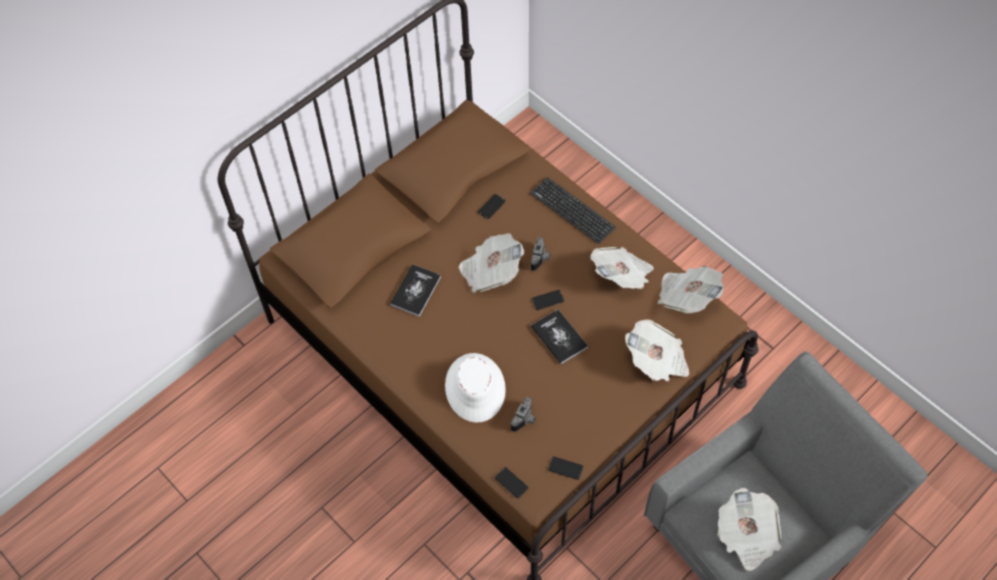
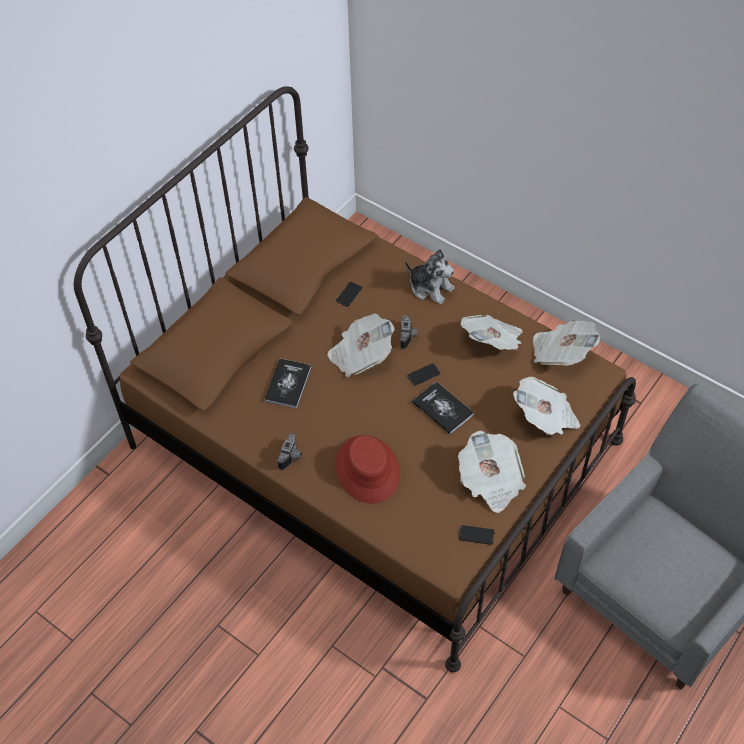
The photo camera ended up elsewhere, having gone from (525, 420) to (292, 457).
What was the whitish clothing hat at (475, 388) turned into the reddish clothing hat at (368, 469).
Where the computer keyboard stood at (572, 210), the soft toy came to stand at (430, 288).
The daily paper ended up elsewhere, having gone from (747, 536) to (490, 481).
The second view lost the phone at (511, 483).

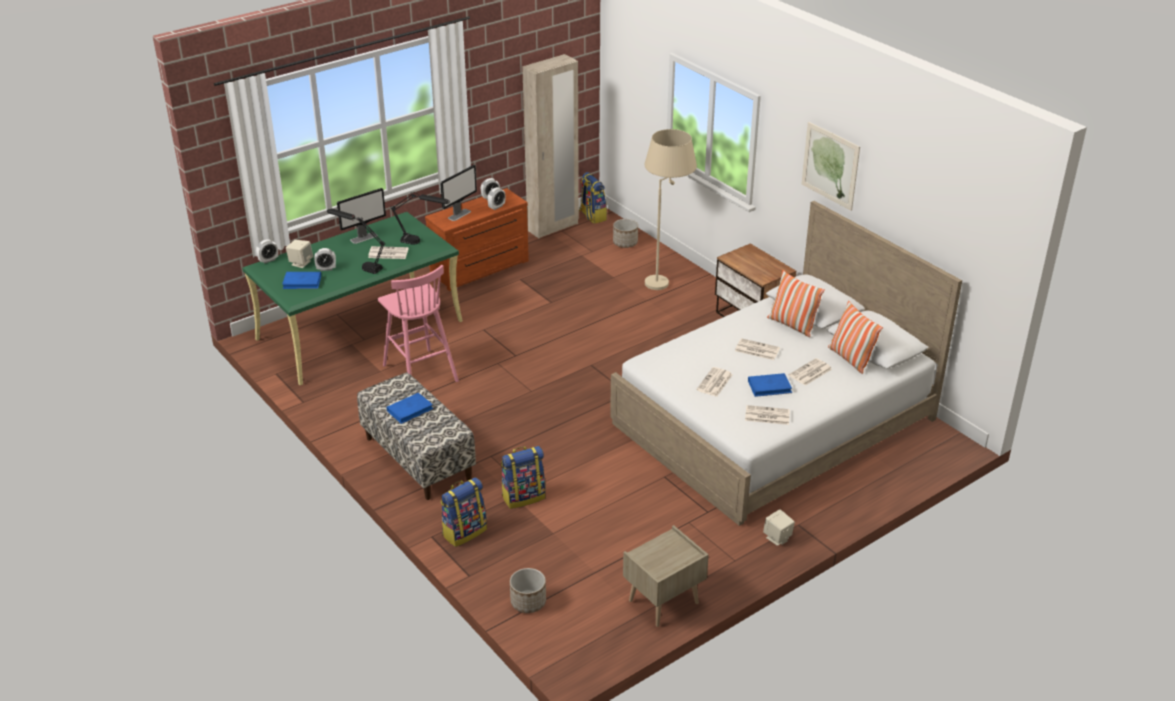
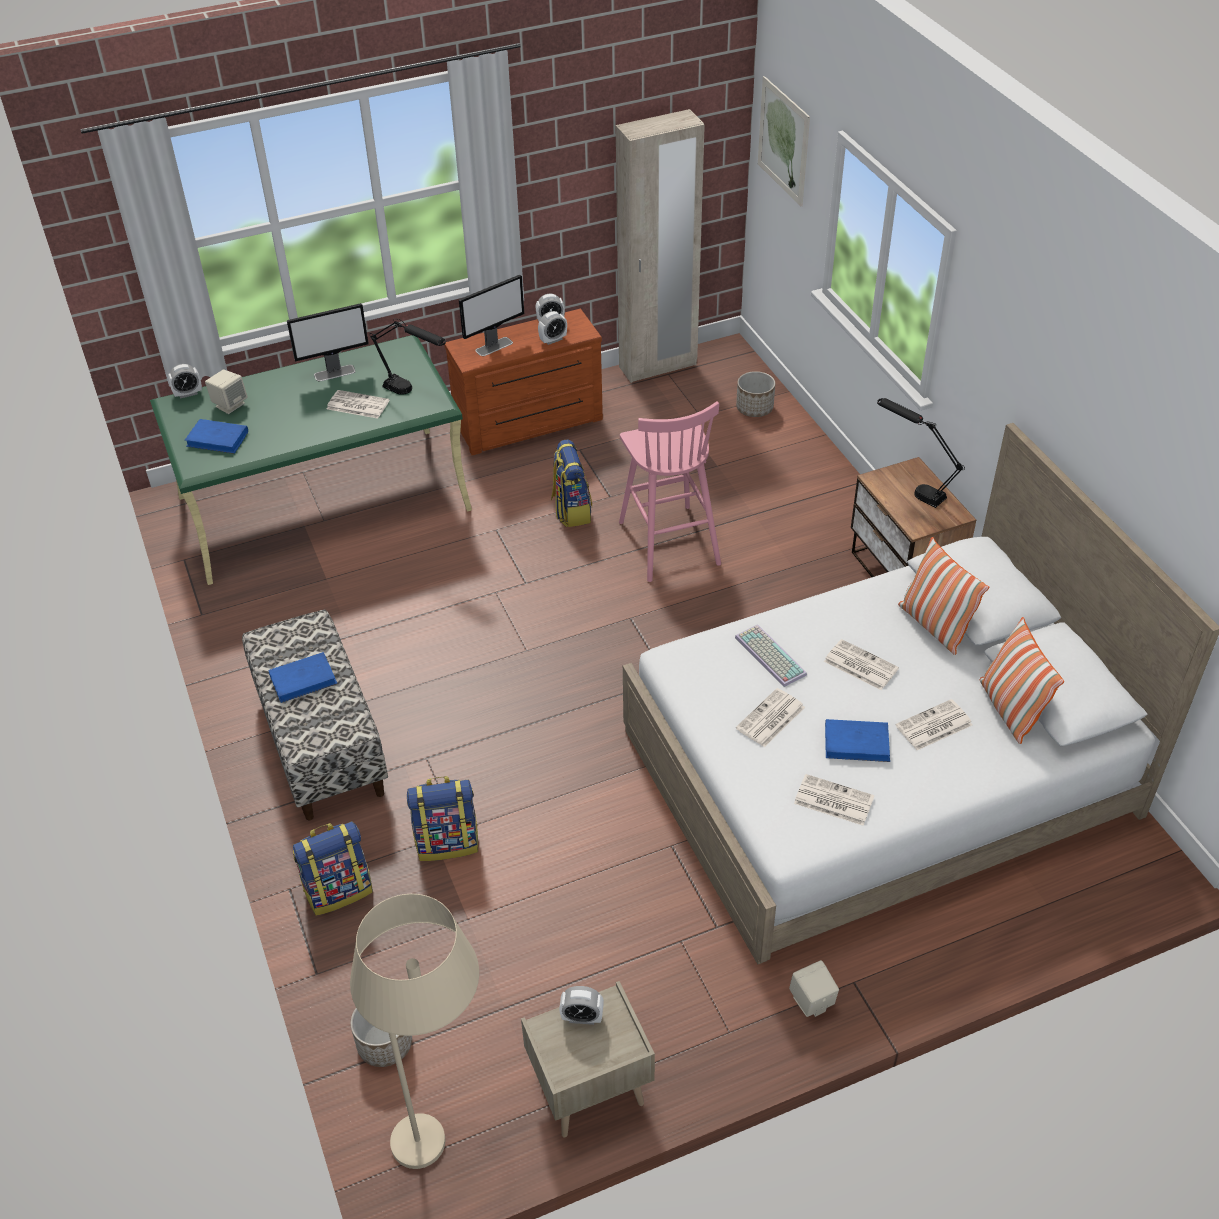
The beige floor lamp ended up elsewhere, having gone from (665, 278) to (445, 1127).
The backpack ended up elsewhere, having gone from (592, 216) to (571, 510).
The table clock ended up elsewhere, having gone from (326, 269) to (582, 1018).
The pinkish stool seat ended up elsewhere, having gone from (419, 372) to (668, 542).
The second view gained the computer keyboard at (768, 656).
The wall art ended up elsewhere, having gone from (830, 165) to (783, 141).
The blackish lamp for a table ended up elsewhere, having gone from (360, 265) to (911, 488).

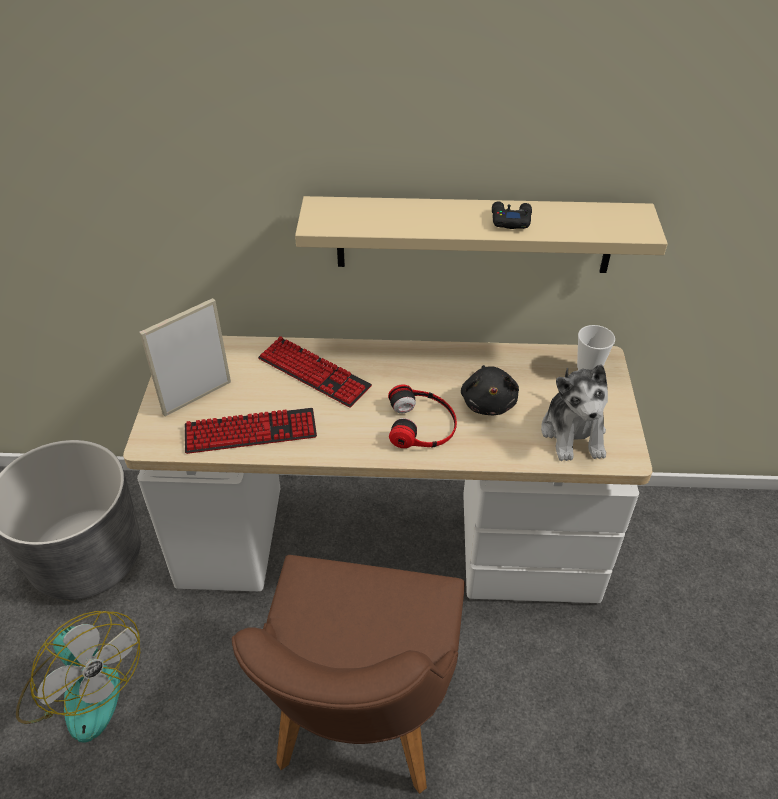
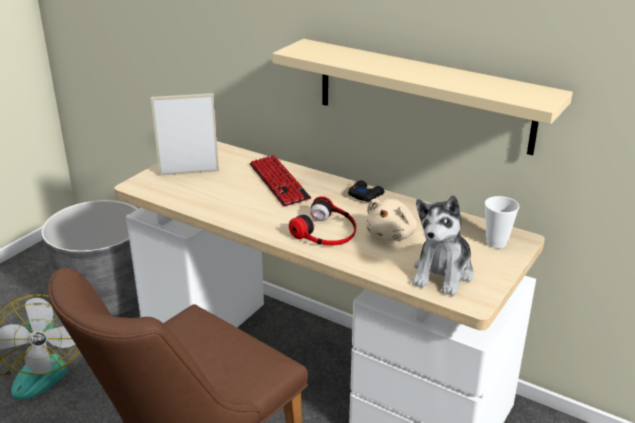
The blackish game controller ended up elsewhere, having gone from (510, 220) to (365, 195).
What was the blackish soft toy at (488, 402) turned into the beige soft toy at (391, 235).
The second view lost the computer keyboard at (251, 432).

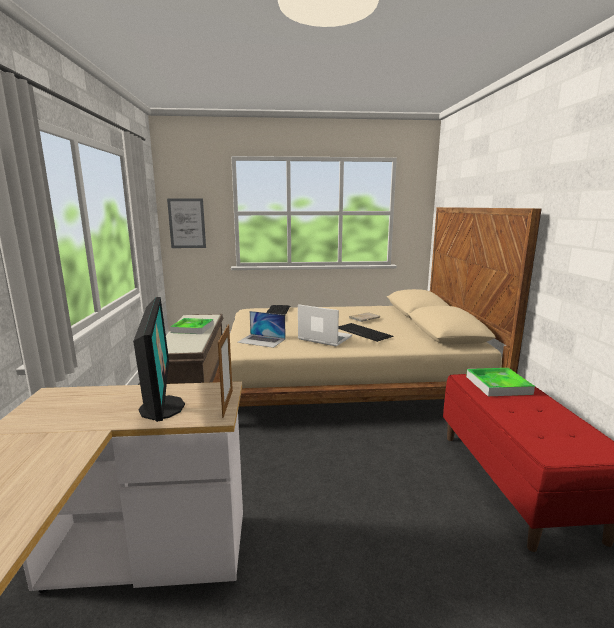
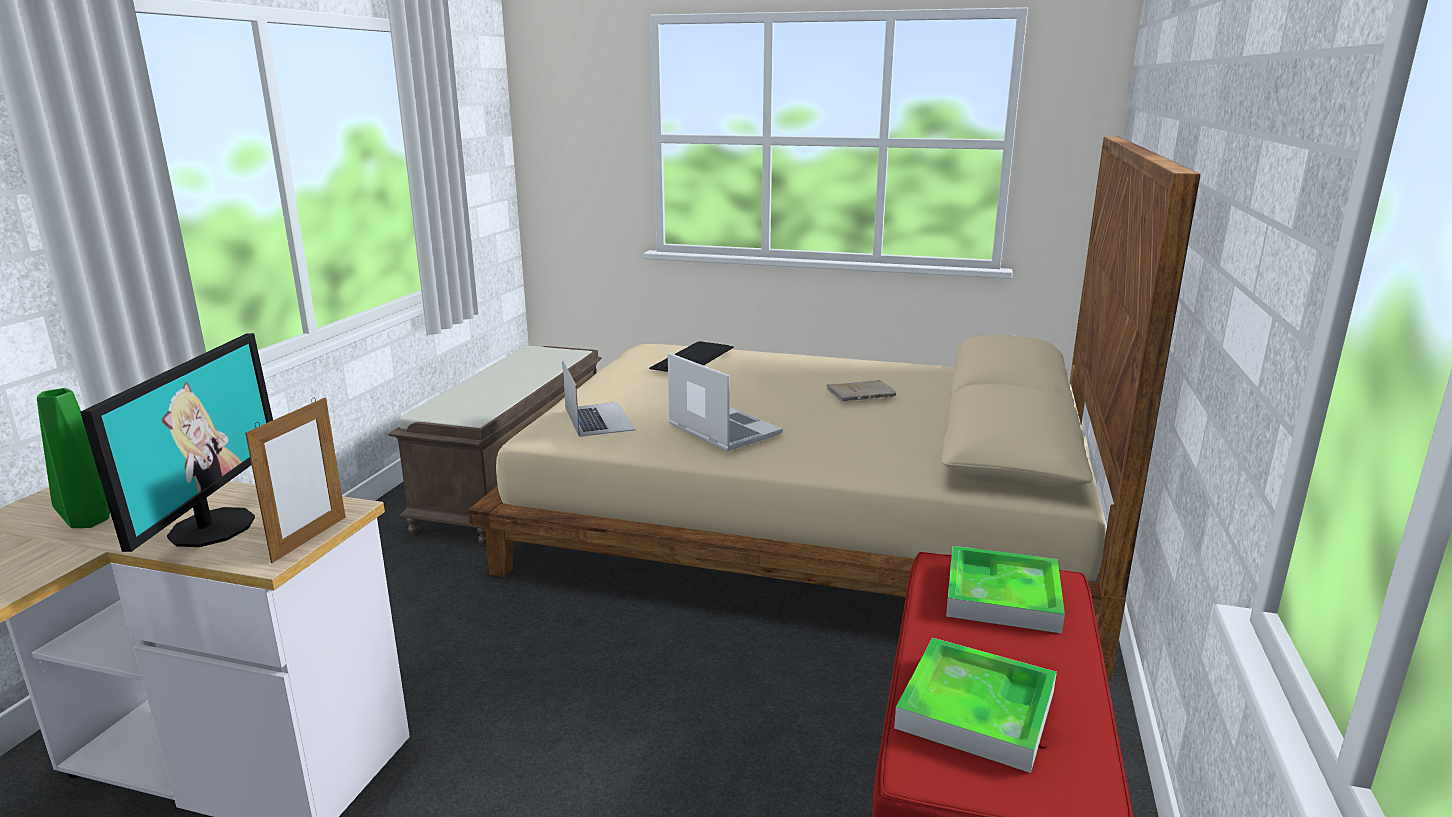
The second view gained the greenish decorative vase at (91, 522).
The laptop at (261, 340) ended up facing another way, 150 degrees counterclockwise from before.
The carrying tray ended up elsewhere, having gone from (192, 328) to (976, 710).
The second view lost the wall art at (187, 223).
The second view lost the computer keyboard at (364, 332).

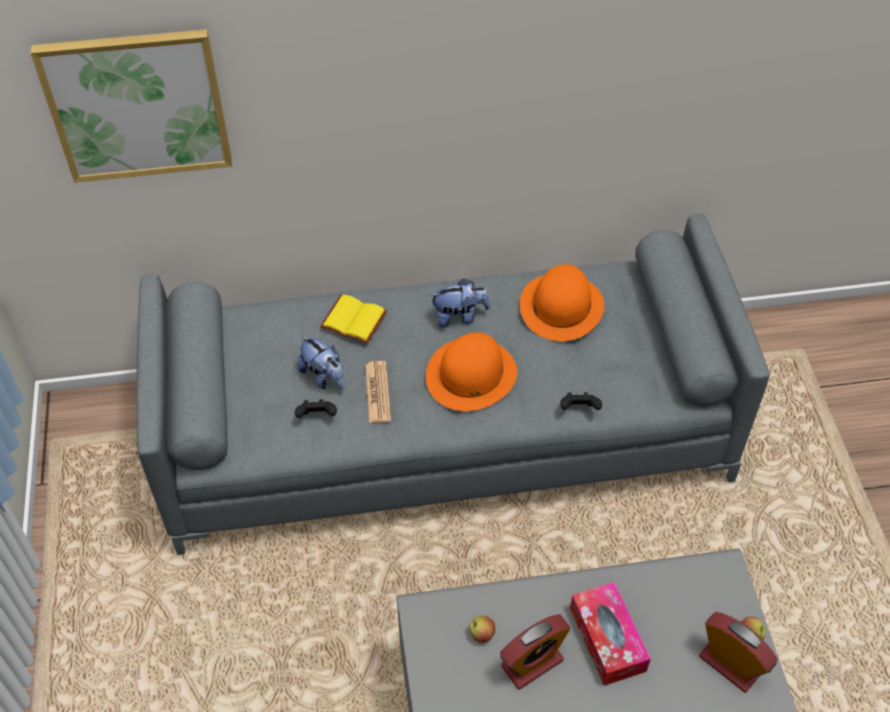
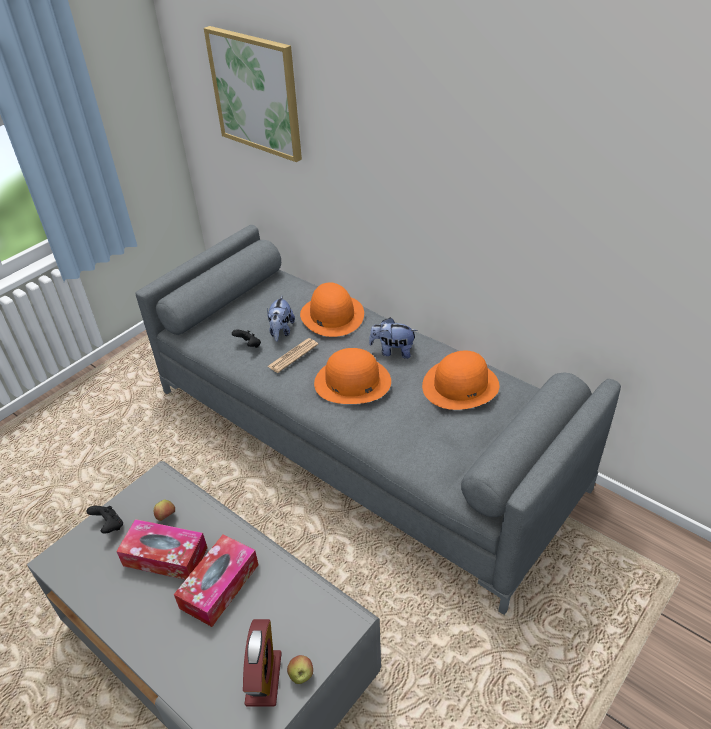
The blackish game controller ended up elsewhere, having gone from (579, 409) to (109, 526).
Where the table clock stood at (532, 663), the tissue box came to stand at (165, 556).
Where the yellow-coloured bound book stood at (352, 321), the orange clothing hat came to stand at (332, 315).
The soft toy at (459, 317) ended up facing another way, 150 degrees clockwise from before.

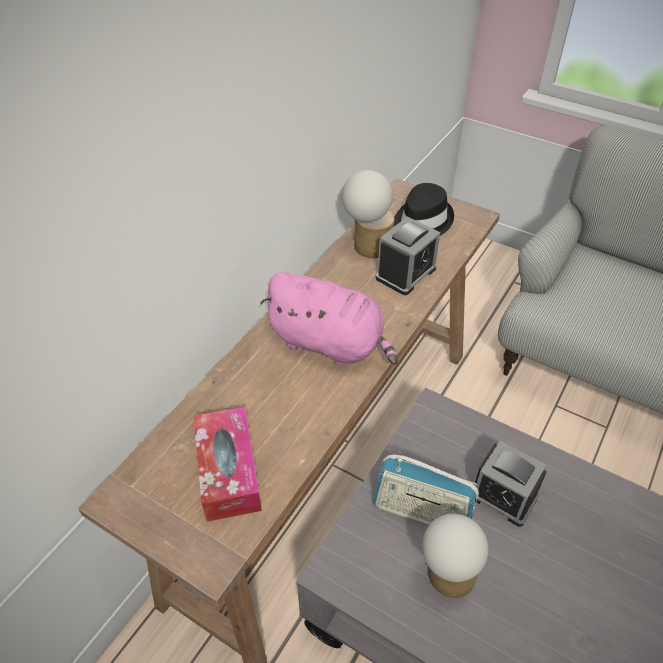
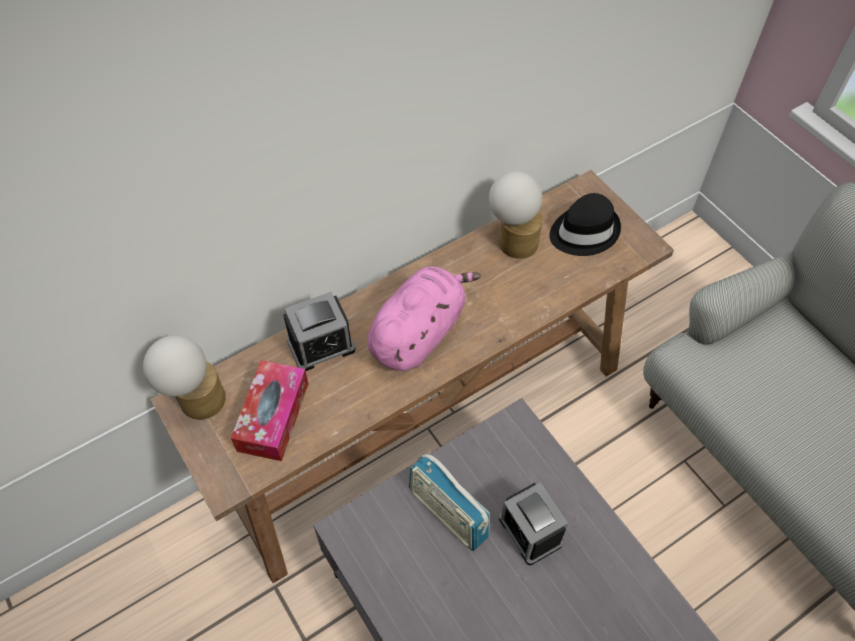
The lamp for a table ended up elsewhere, having gone from (446, 578) to (195, 400).
The table clock ended up elsewhere, having gone from (406, 273) to (321, 345).
The pinkish soft toy at (330, 343) ended up facing another way, 105 degrees counterclockwise from before.

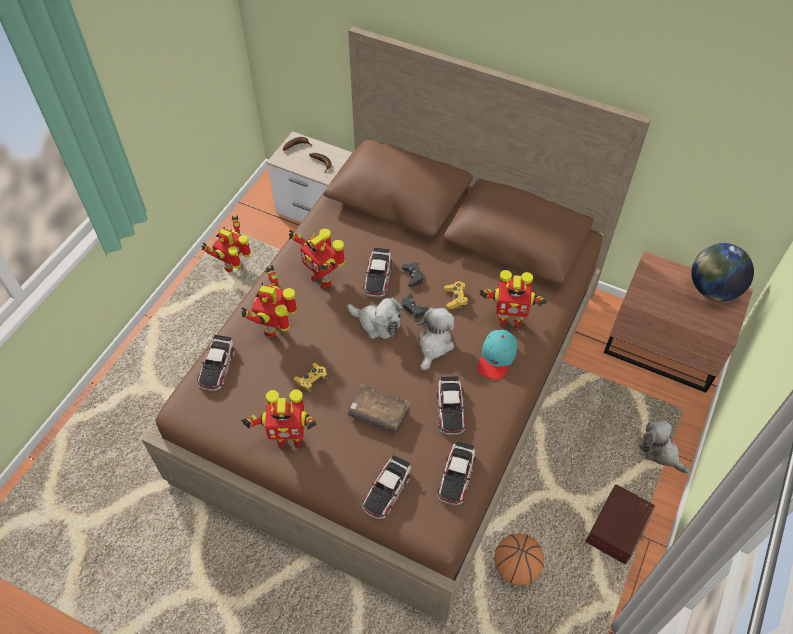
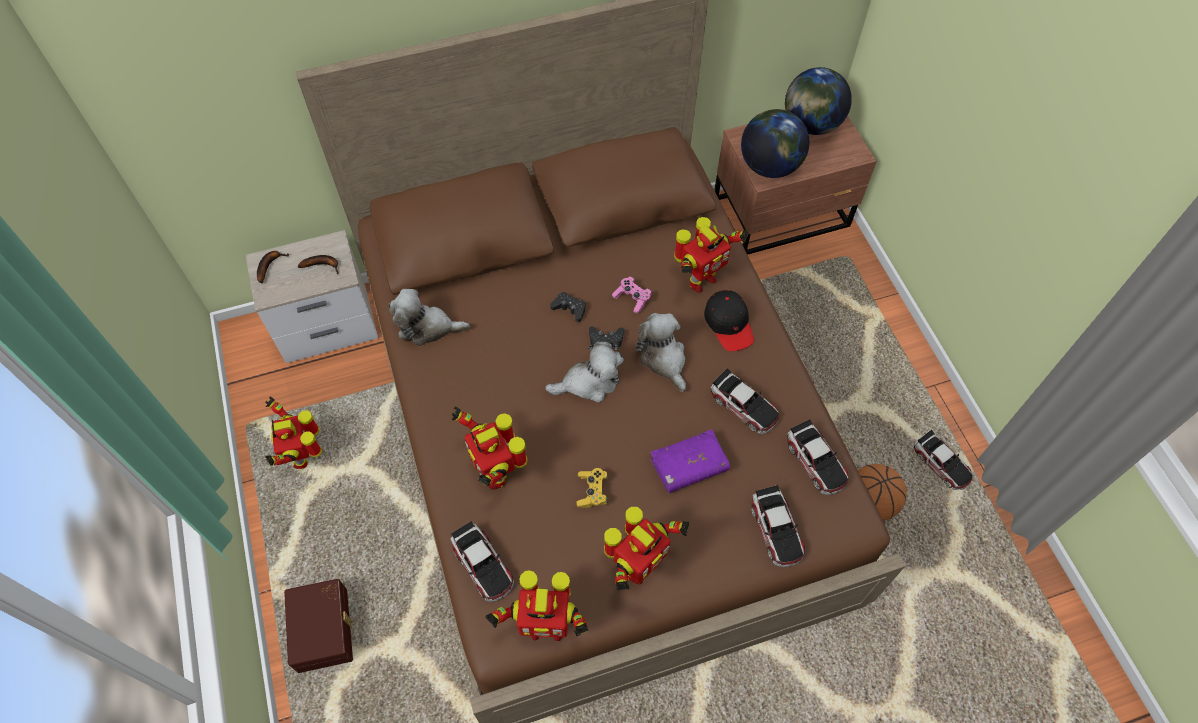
The brown storage container ended up elsewhere, having gone from (618, 529) to (325, 629).
The soft toy ended up elsewhere, having gone from (660, 452) to (427, 327).
The robot figure ended up elsewhere, having gone from (322, 278) to (545, 626).
What was the yellow-coloured game controller at (455, 298) turned into the pinkish game controller at (632, 298).
What was the brown bound book at (378, 413) turned into the purple-coloured bound book at (689, 466).
What was the turquoise-coloured peaked cap at (497, 357) turned into the blackish peaked cap at (729, 324).
The second view gained the world globe at (769, 166).
The model car ended up elsewhere, having gone from (378, 277) to (941, 464).

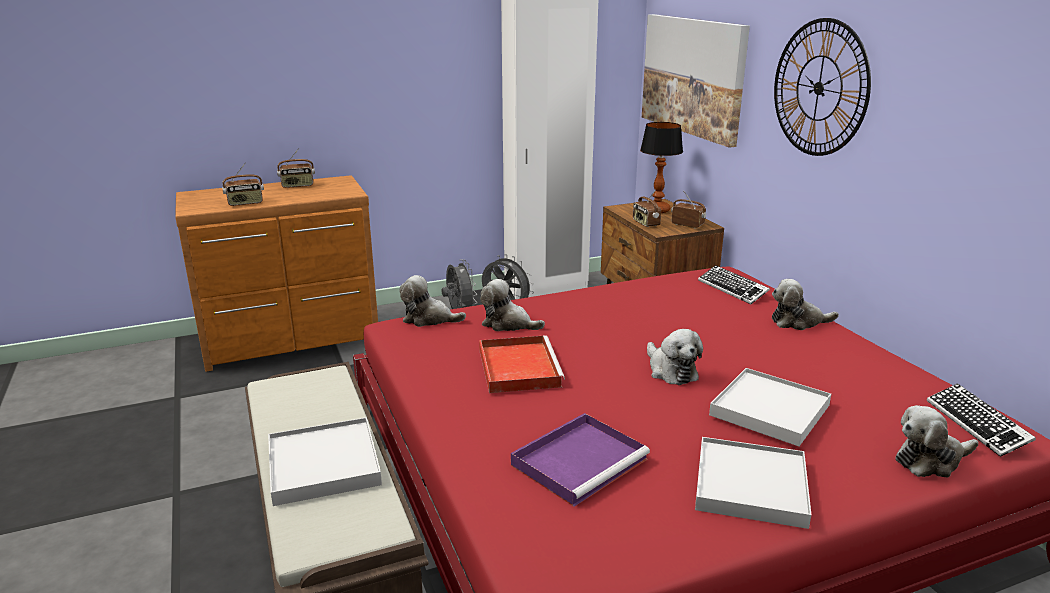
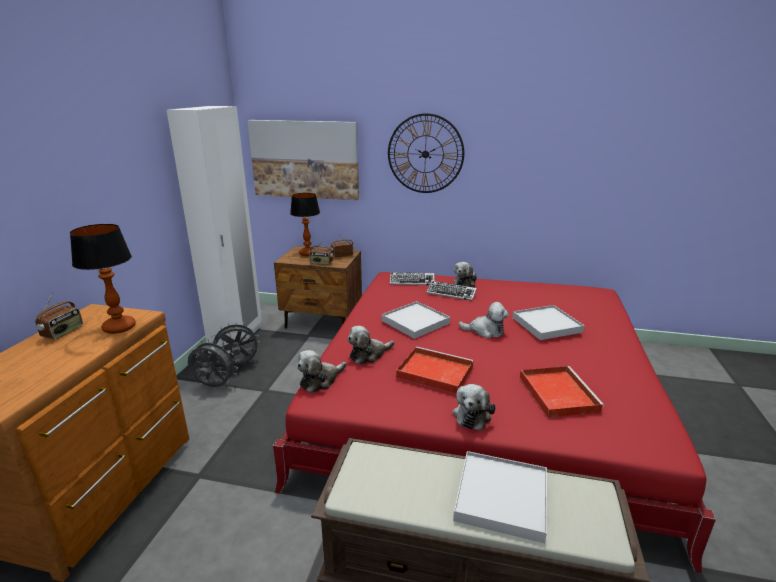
The second view gained the lamp for a table at (120, 328).
The whitish carrying tray ended up elsewhere, having gone from (751, 486) to (415, 322).
The computer keyboard ended up elsewhere, having gone from (976, 425) to (451, 293).
The soft toy ended up elsewhere, having gone from (930, 460) to (472, 414).
What was the purple-coloured carrying tray at (580, 461) turned into the reddish carrying tray at (557, 393).
The second view lost the radio at (245, 203).

